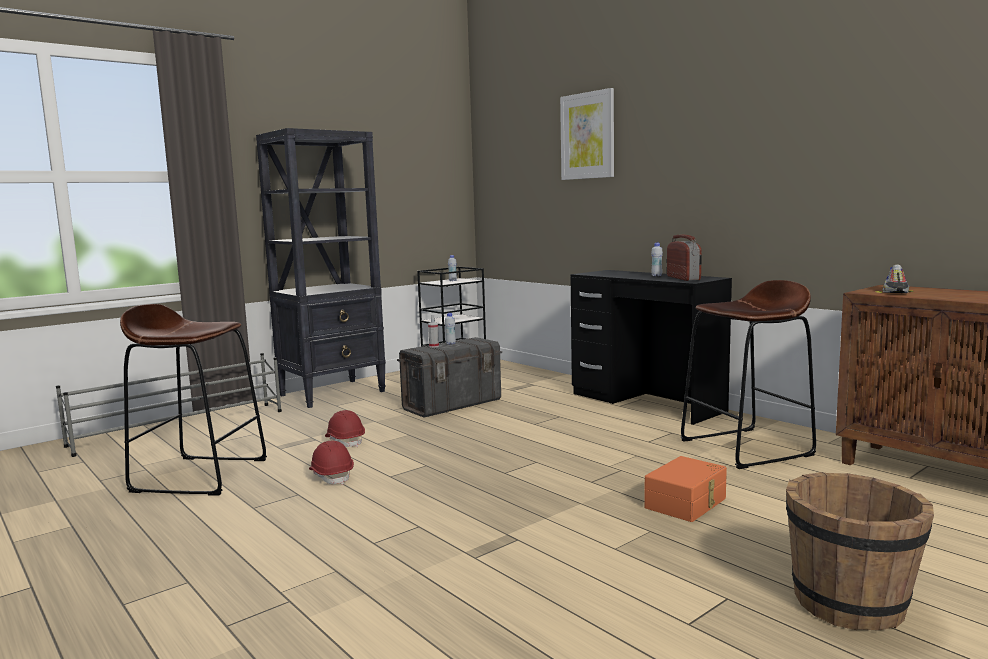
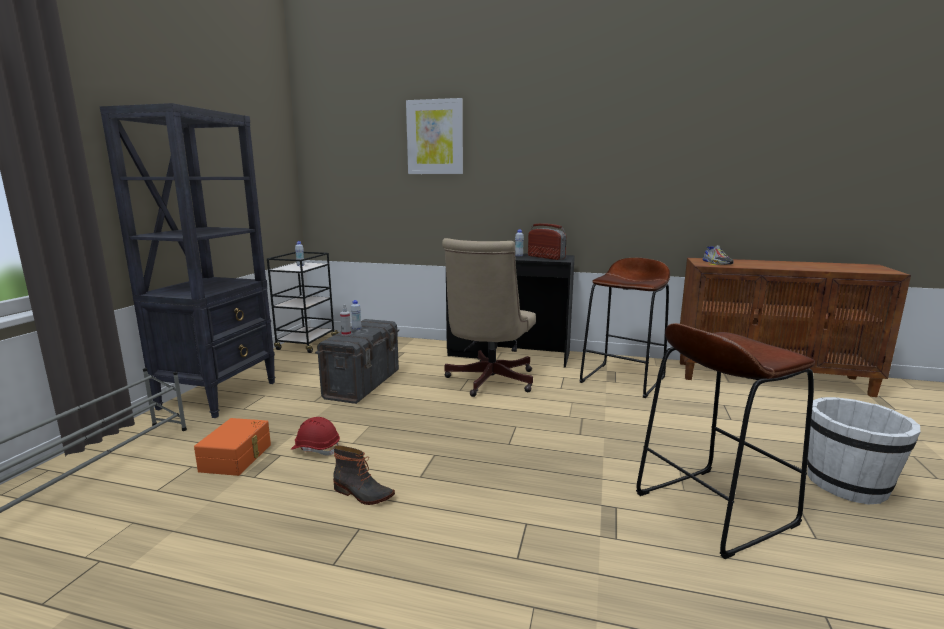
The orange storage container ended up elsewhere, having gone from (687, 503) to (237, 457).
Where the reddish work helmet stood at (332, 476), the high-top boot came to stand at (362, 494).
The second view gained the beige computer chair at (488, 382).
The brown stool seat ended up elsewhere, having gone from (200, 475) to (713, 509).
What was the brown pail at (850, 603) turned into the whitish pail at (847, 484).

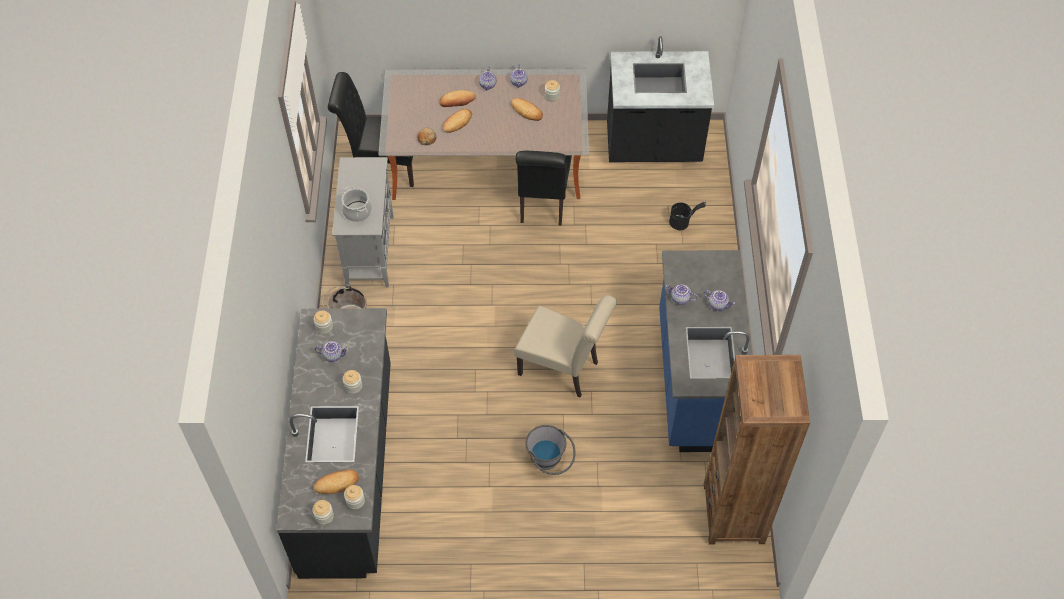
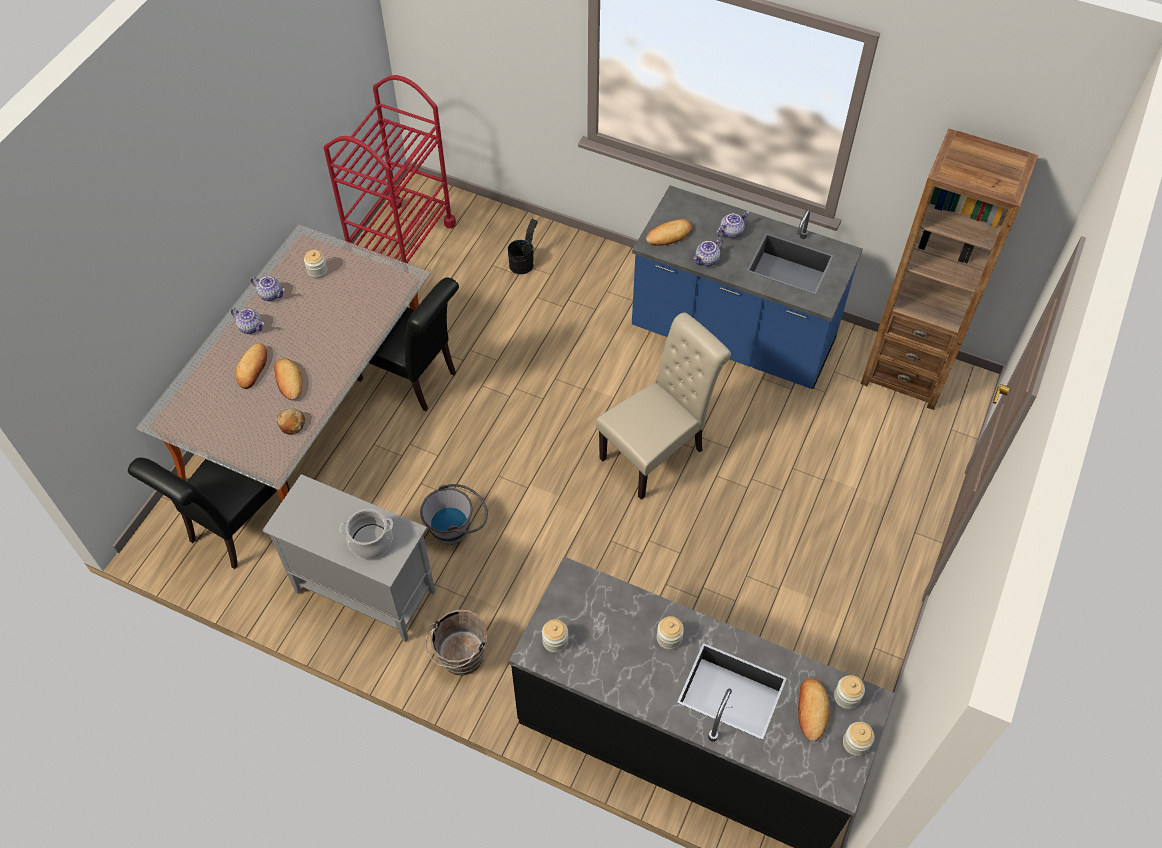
Where the blackish kitchen counter stood at (653, 146), the reddish trolley came to stand at (401, 243).
The greyish pail ended up elsewhere, having gone from (550, 462) to (457, 528).
The baked bread ended up elsewhere, having gone from (526, 111) to (669, 235).
The second view lost the tea pot at (333, 355).

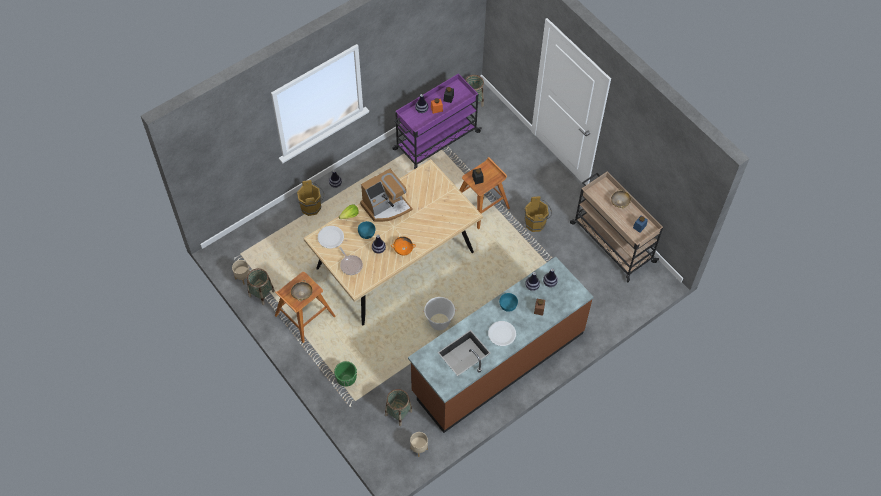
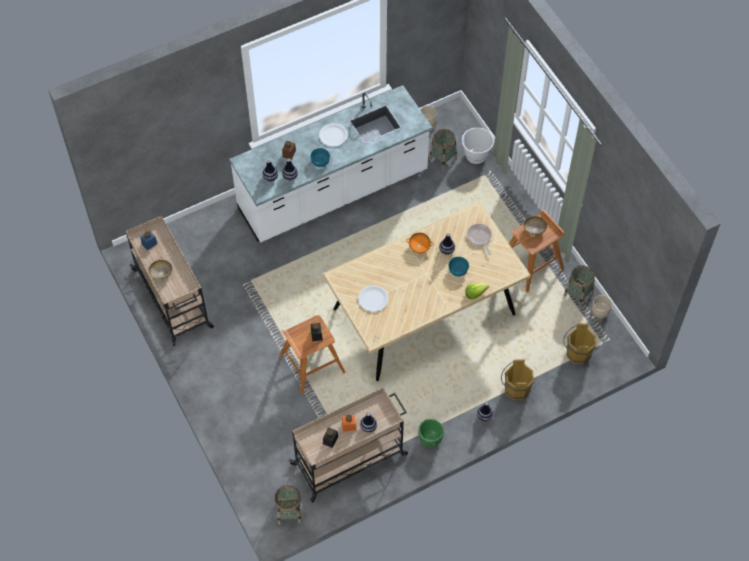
What was the brown kitchen counter at (497, 362) turned into the whitish kitchen counter at (333, 192).
What was the purple-coloured trolley at (435, 141) turned into the beige trolley at (350, 459).
The whitish plate ended up elsewhere, having gone from (330, 237) to (373, 299).
The greenish flower pot ended up elsewhere, having gone from (346, 380) to (430, 439).
The whitish pail ended up elsewhere, having gone from (439, 322) to (476, 156).
The brown pail ended up elsewhere, having gone from (536, 223) to (576, 353).
The second view lost the coffee machine at (386, 206).

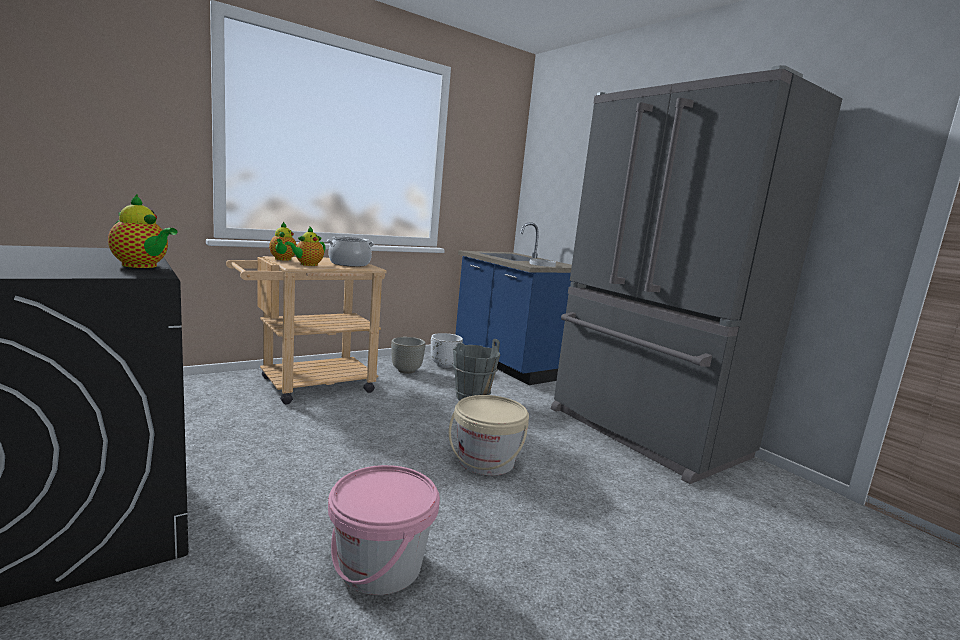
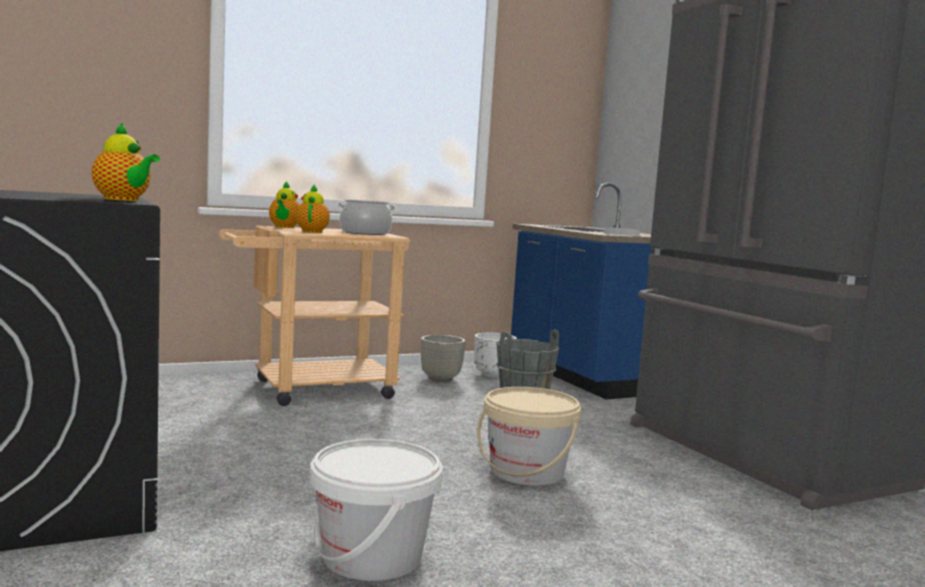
The tea pot at (307, 264) ended up facing another way, 135 degrees clockwise from before.
What was the pinkish pail at (380, 565) turned into the whitish pail at (372, 556).

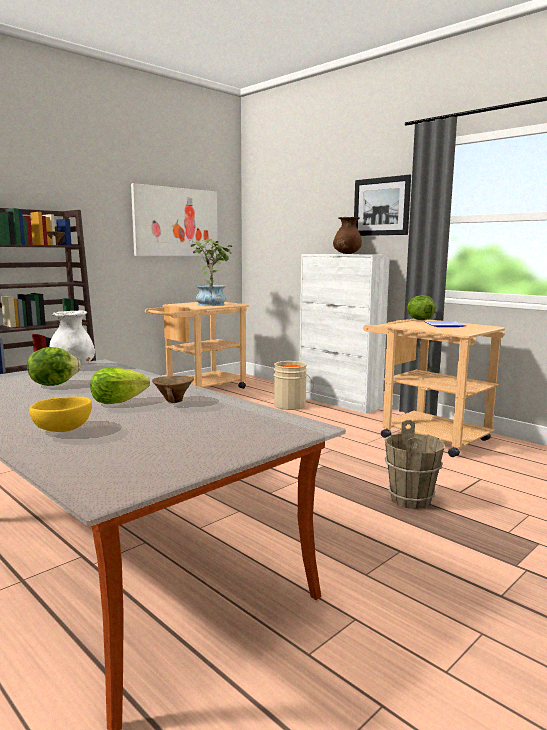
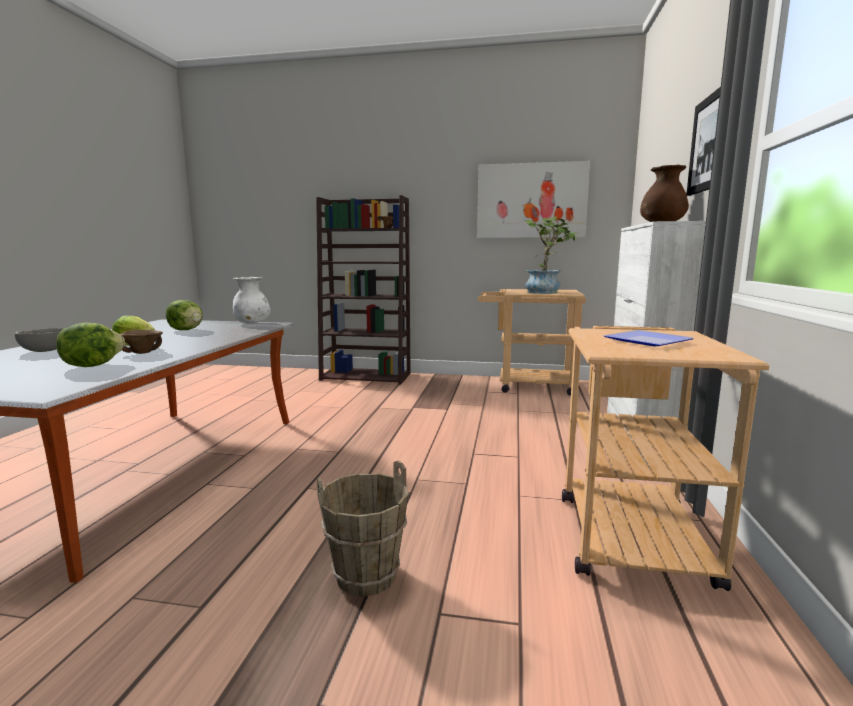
What was the yellow-coloured deep dish at (63, 430) turned into the greyish deep dish at (44, 351).
The head of lettuce ended up elsewhere, having gone from (419, 320) to (92, 365).
The second view lost the beige pail at (291, 405).

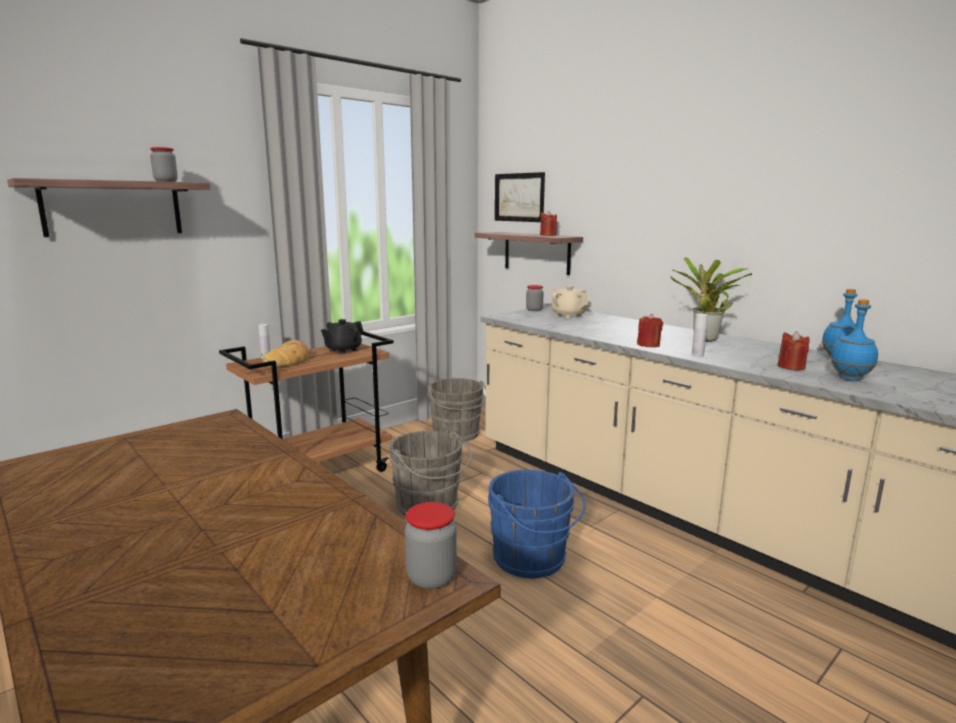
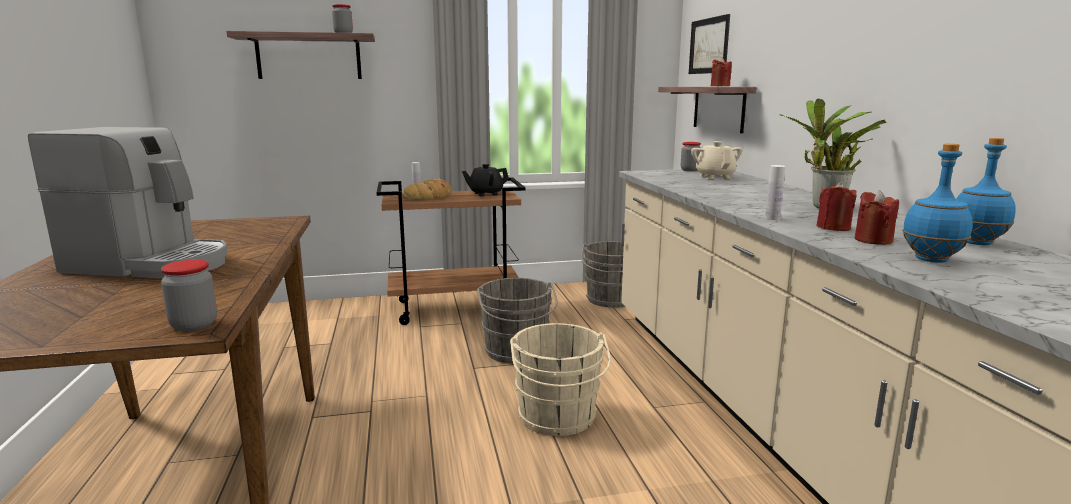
The second view gained the coffee machine at (151, 264).
What was the bluish pail at (532, 560) turned into the beige pail at (557, 419).
The reddish wax light ended up elsewhere, having gone from (648, 345) to (833, 228).

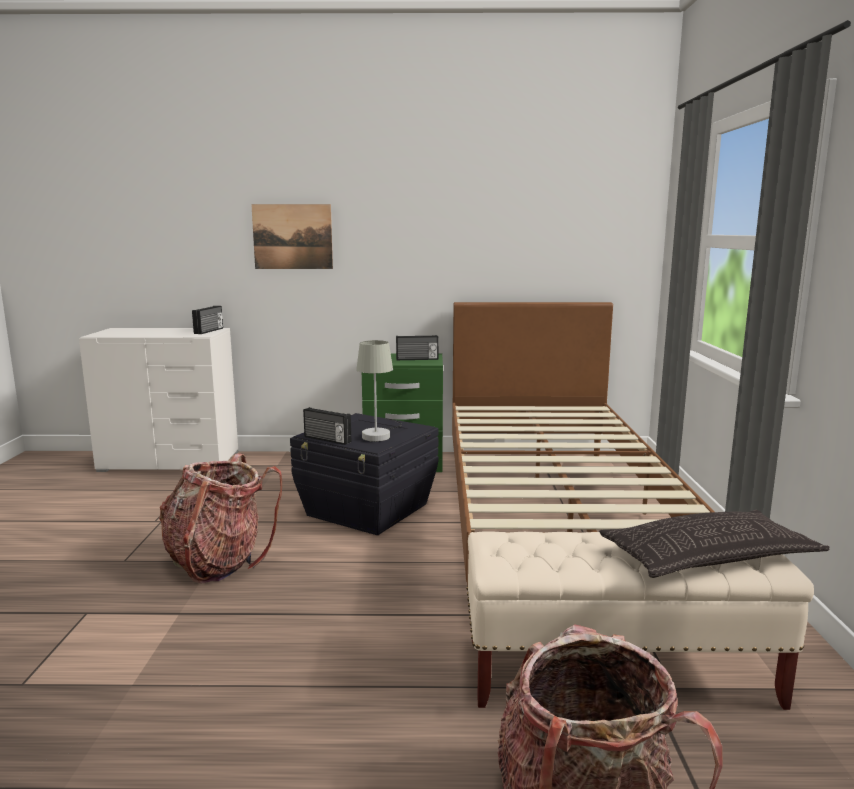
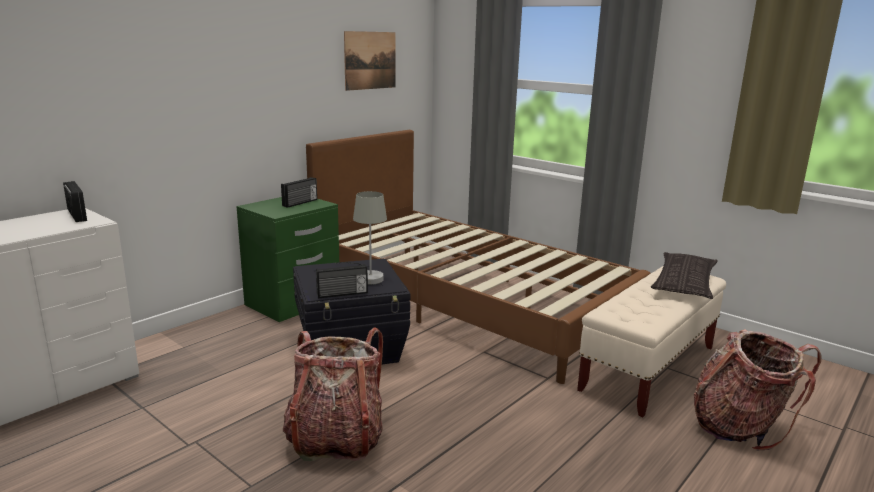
The wall art ended up elsewhere, having gone from (292, 236) to (370, 60).

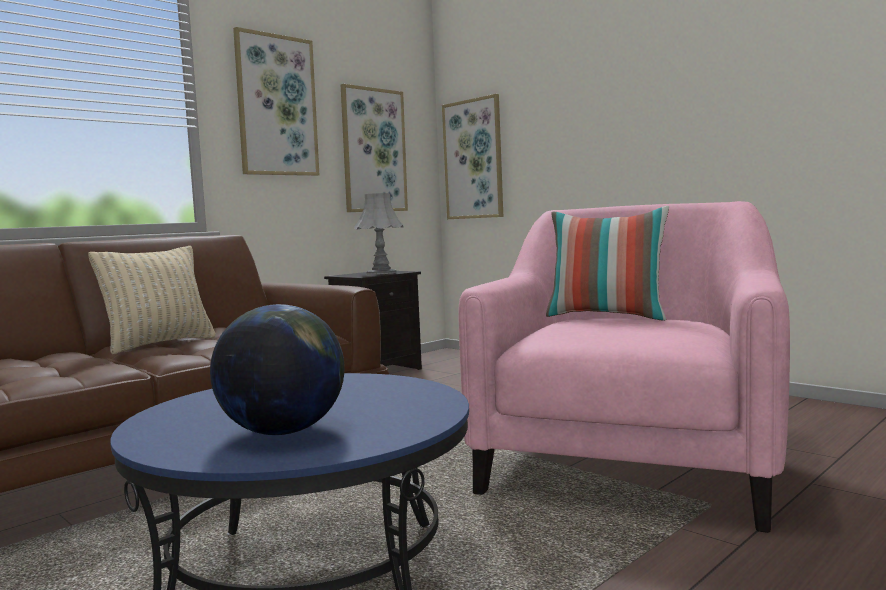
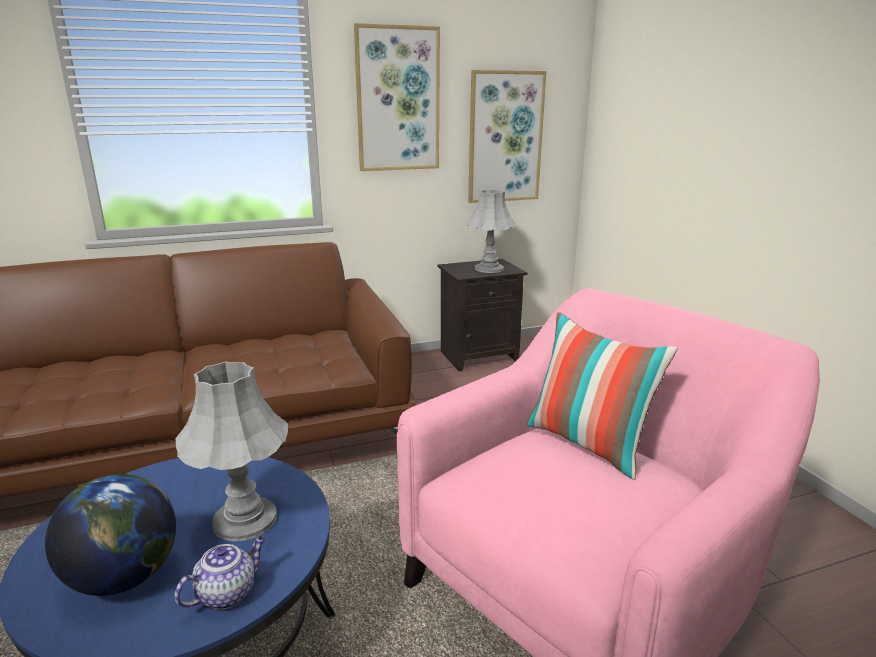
The second view gained the tea pot at (227, 593).
The second view gained the greyish lamp for a table at (244, 520).
The second view lost the beige cushion at (159, 344).
The second view lost the wall art at (473, 159).

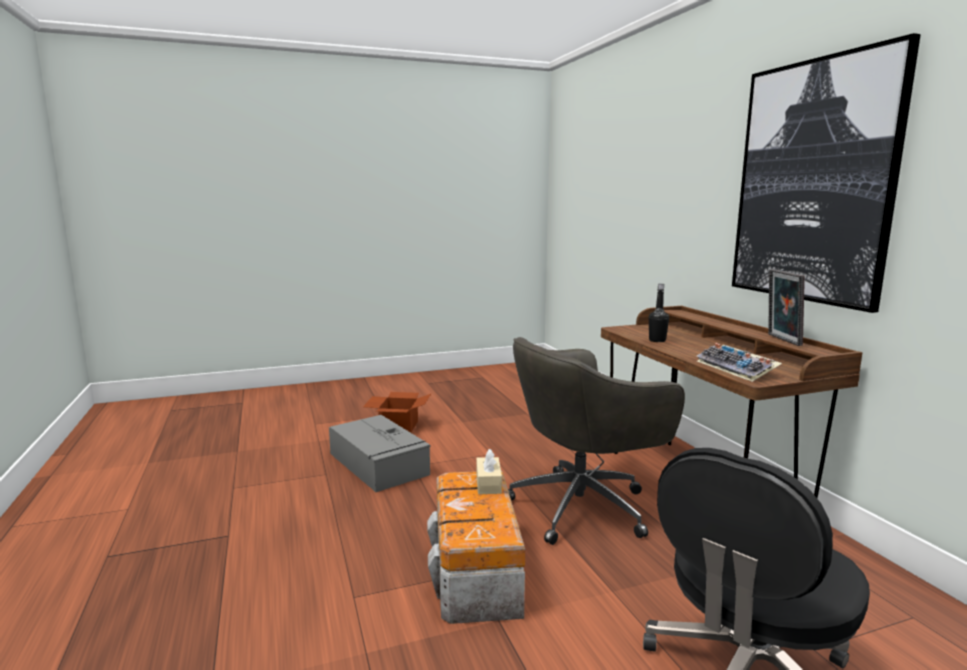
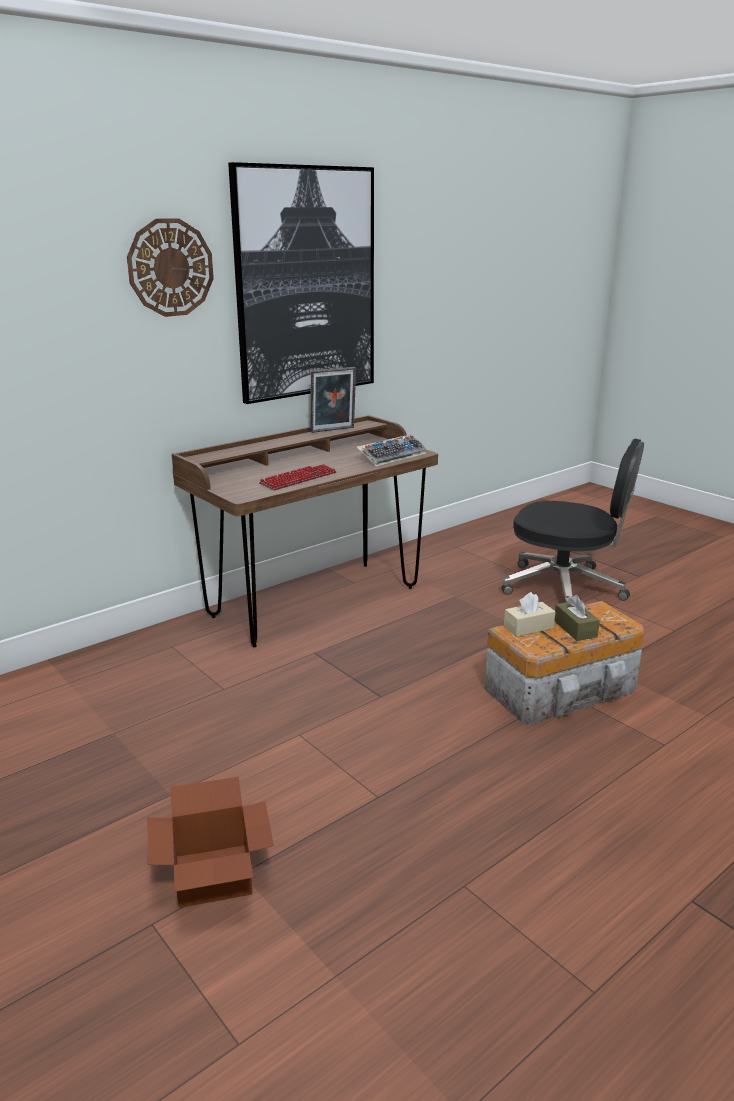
The second view gained the clock on the wall at (170, 268).
Where the blackish beverage bottle stood at (657, 340), the computer keyboard came to stand at (298, 479).
The second view gained the brown tissue box at (575, 629).
The second view lost the greyish storage container at (379, 464).
The second view lost the greyish computer chair at (583, 506).

